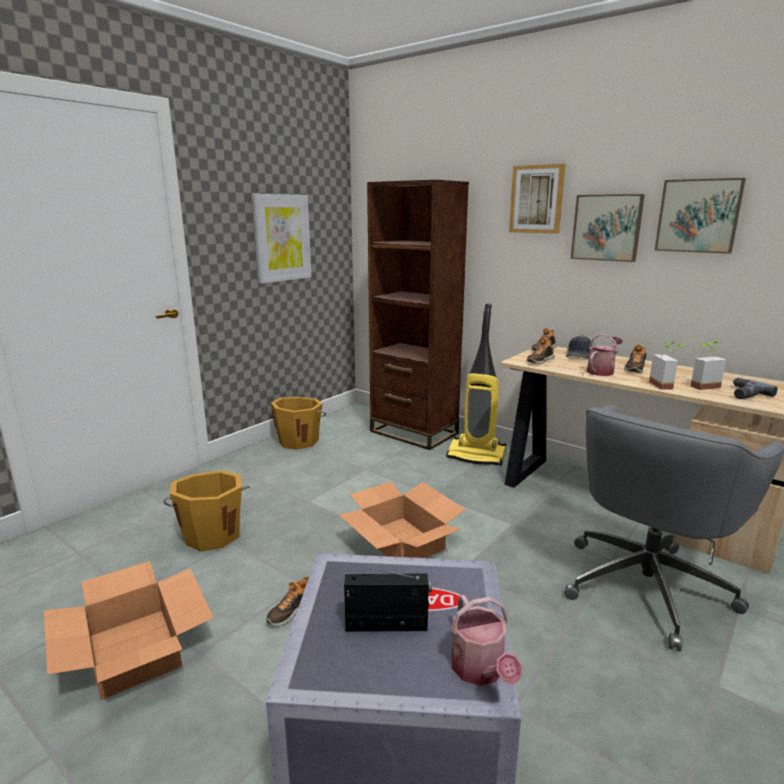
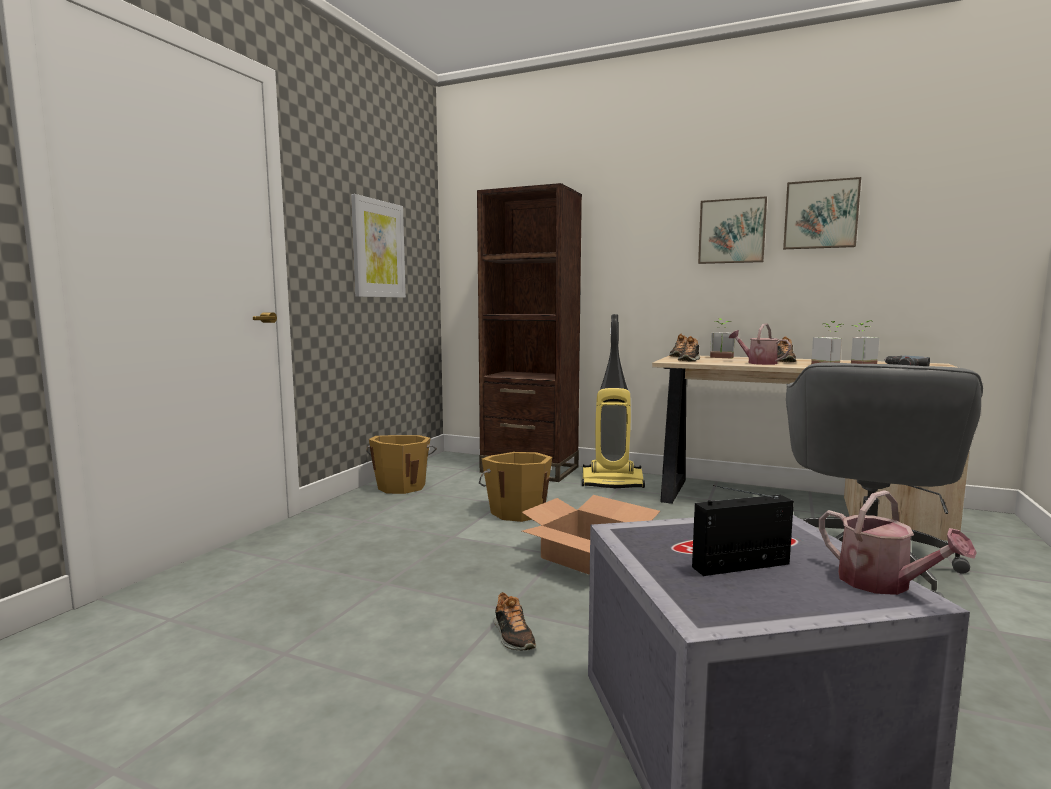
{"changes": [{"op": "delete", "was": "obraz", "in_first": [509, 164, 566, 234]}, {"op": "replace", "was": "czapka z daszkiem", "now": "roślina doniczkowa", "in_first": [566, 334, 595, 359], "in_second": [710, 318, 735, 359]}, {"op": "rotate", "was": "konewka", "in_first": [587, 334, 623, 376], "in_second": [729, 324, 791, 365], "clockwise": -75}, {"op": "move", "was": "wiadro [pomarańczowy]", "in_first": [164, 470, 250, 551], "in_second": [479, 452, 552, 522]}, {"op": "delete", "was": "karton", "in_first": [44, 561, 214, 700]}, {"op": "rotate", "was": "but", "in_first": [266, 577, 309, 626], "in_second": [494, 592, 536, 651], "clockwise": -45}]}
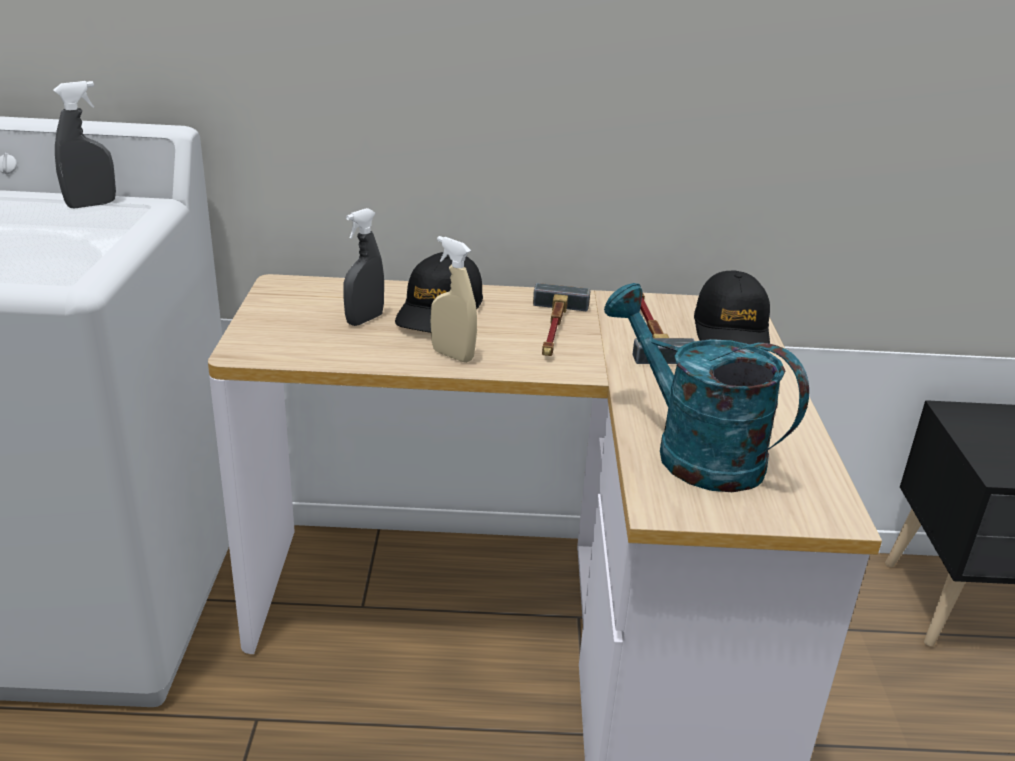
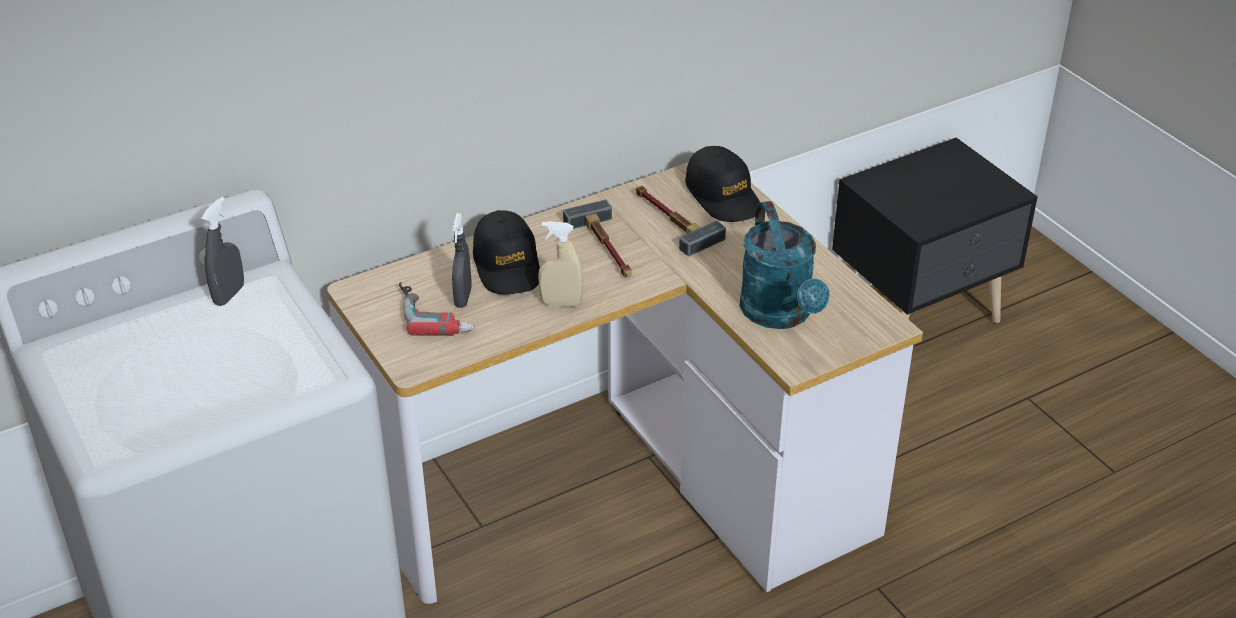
{"changes": [{"op": "rotate", "was": "konewka [turkusowy]", "in_first": [604, 283, 809, 492], "in_second": [739, 201, 830, 329], "clockwise": -120}, {"op": "insert", "now": "wiertarka", "in_second": [399, 282, 475, 336]}]}
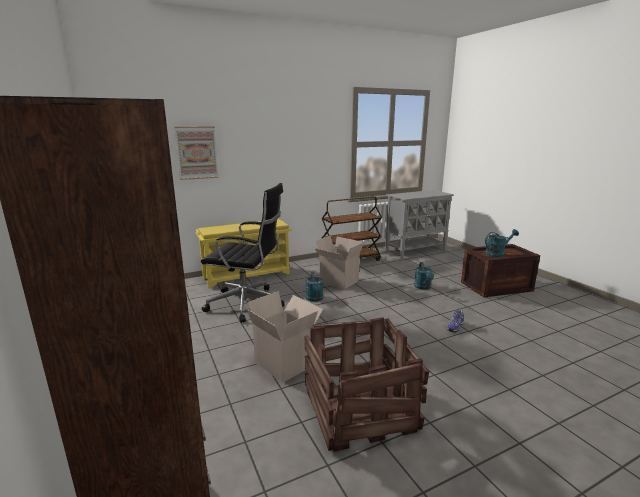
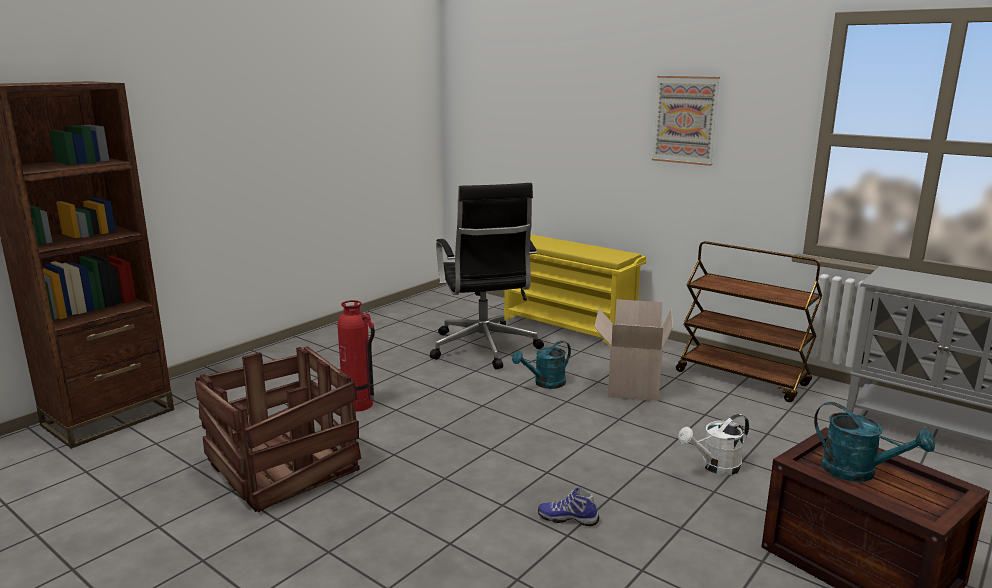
{"changes": [{"op": "move", "was": "obraz", "in_first": [174, 127, 219, 180], "in_second": [652, 76, 720, 166]}, {"op": "recolor", "was": "konewka [turkusowy]", "now": "konewka [biały]", "in_first": [414, 262, 434, 290], "in_second": [678, 414, 749, 475]}, {"op": "replace", "was": "karton", "now": "gaśnica", "in_first": [246, 291, 323, 383], "in_second": [337, 300, 375, 412]}]}
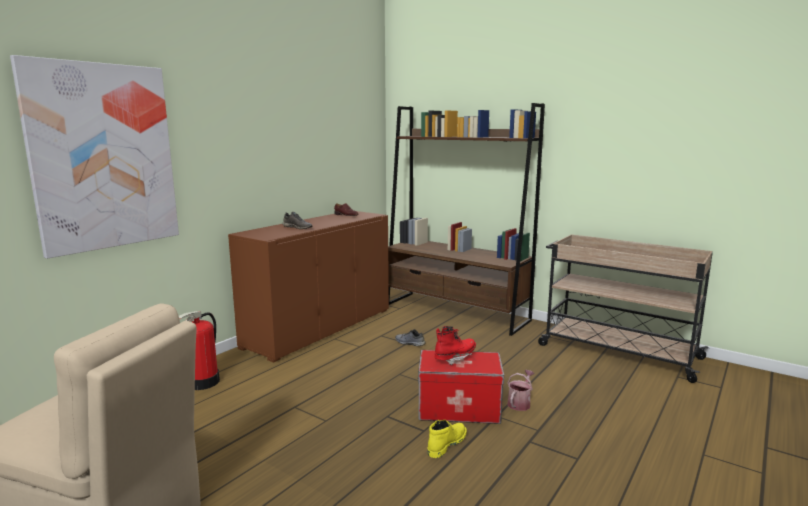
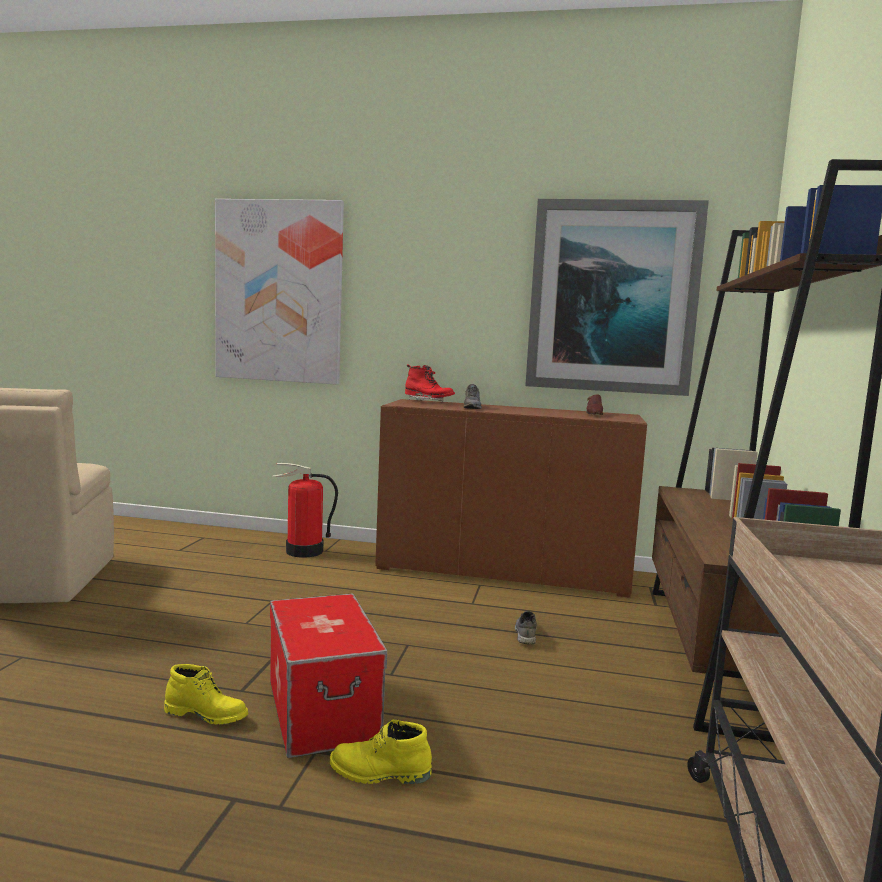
{"changes": [{"op": "move", "was": "but z cholewką [czerwony]", "in_first": [434, 326, 476, 365], "in_second": [405, 364, 455, 401]}, {"op": "replace", "was": "konewka", "now": "but z cholewką [żółty]", "in_first": [507, 370, 535, 411], "in_second": [330, 720, 432, 784]}, {"op": "insert", "now": "obraz", "in_second": [525, 199, 709, 396]}]}
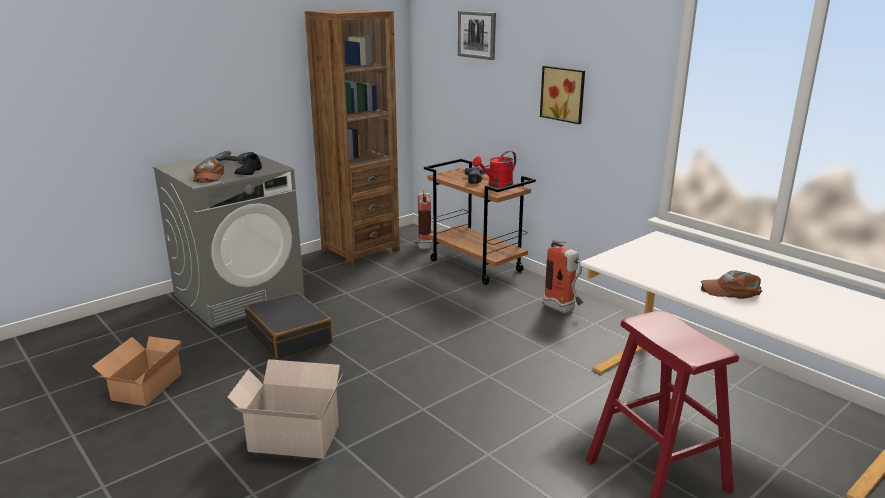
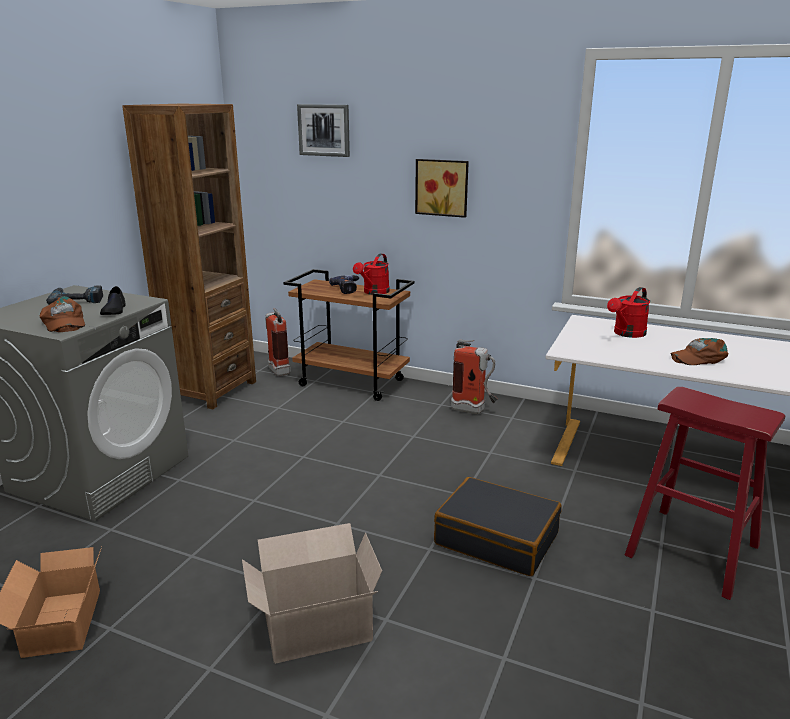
{"changes": [{"op": "move", "was": "walizka [czarny]", "in_first": [245, 292, 332, 360], "in_second": [434, 477, 562, 576]}, {"op": "insert", "now": "konewka [czerwony]", "in_second": [607, 287, 650, 338]}]}
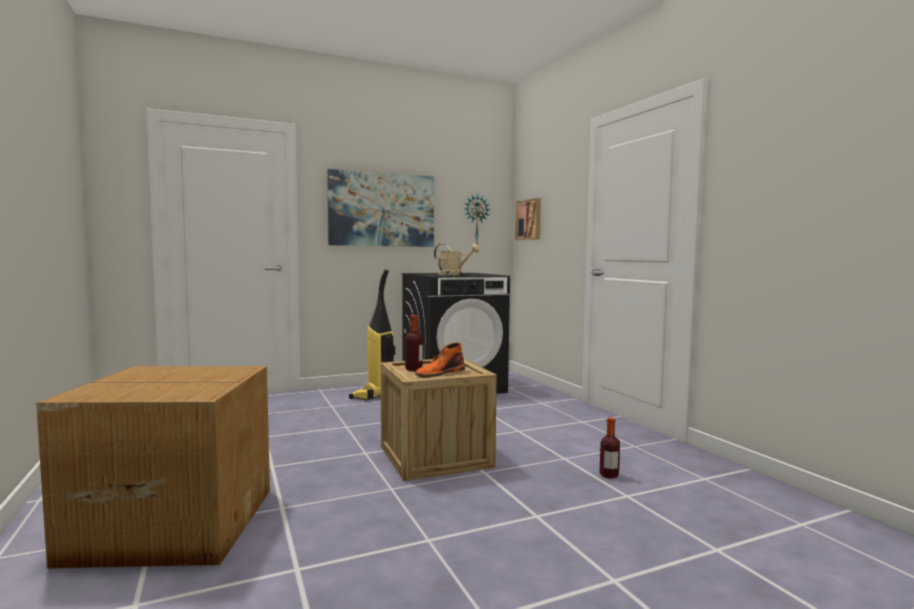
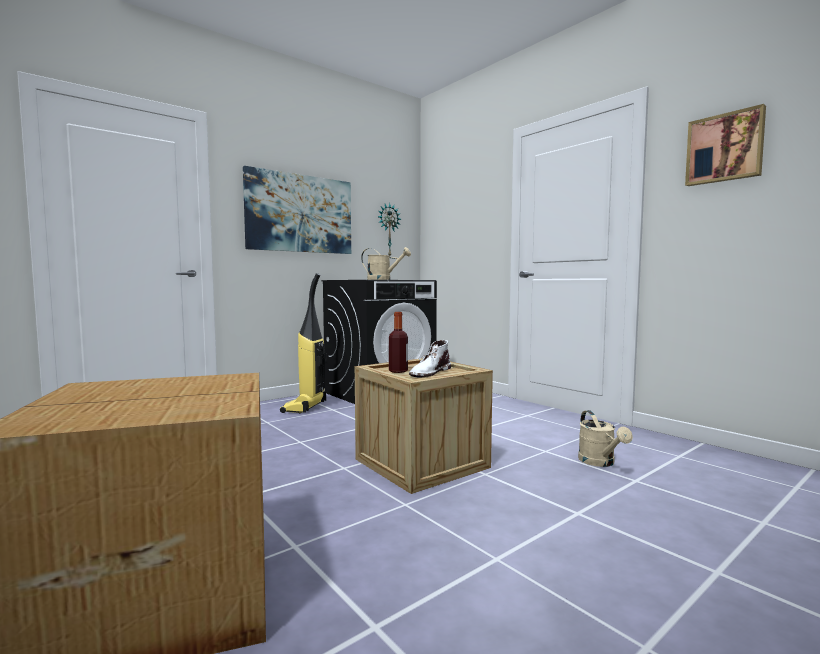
{"changes": [{"op": "move", "was": "obraz", "in_first": [515, 198, 541, 240], "in_second": [685, 104, 766, 186]}, {"op": "recolor", "was": "but z cholewką [pomarańczowy]", "now": "but z cholewką [biały]", "in_first": [415, 343, 465, 377], "in_second": [409, 340, 451, 378]}, {"op": "replace", "was": "butelka", "now": "konewka [beżowy]", "in_first": [599, 417, 620, 479], "in_second": [578, 410, 633, 467]}]}
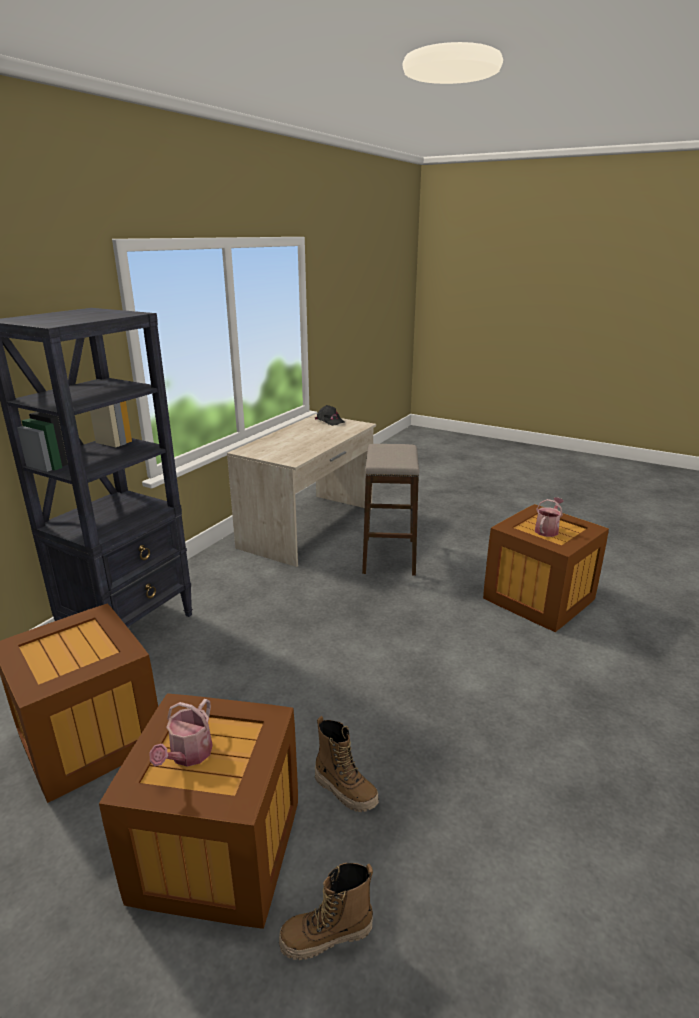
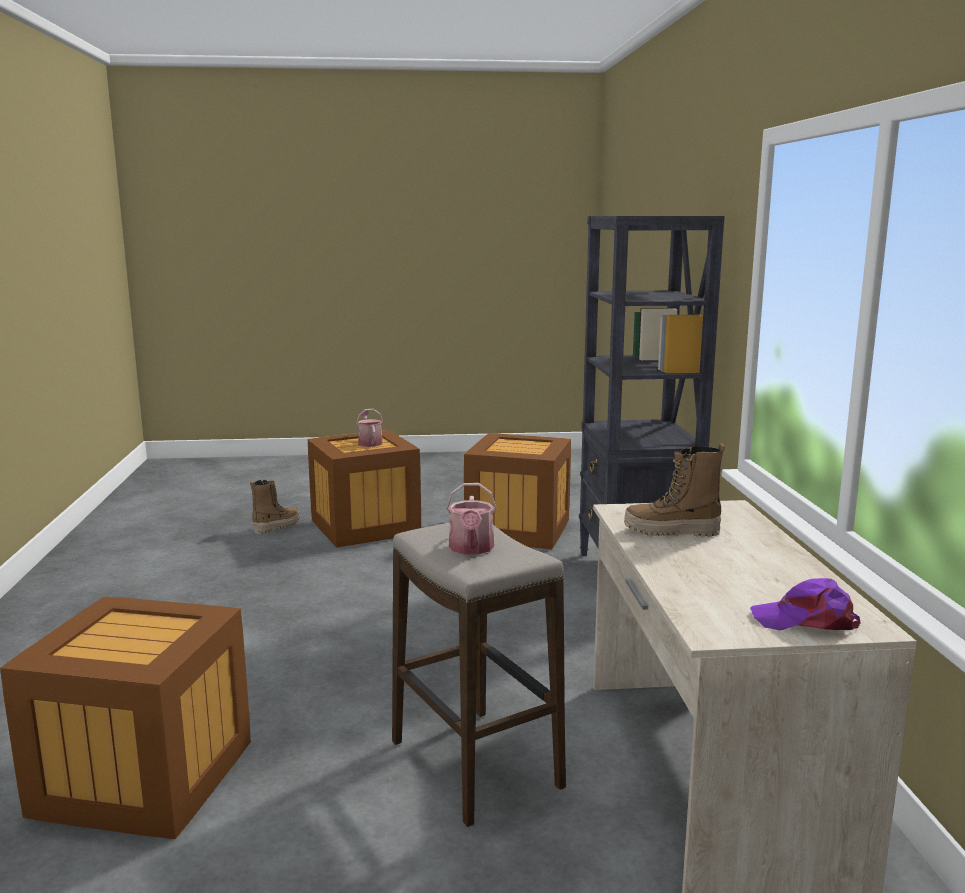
{"changes": [{"op": "recolor", "was": "czapka z daszkiem [czarny]", "now": "czapka z daszkiem [fioletowy]", "in_first": [315, 405, 345, 426], "in_second": [750, 578, 860, 631]}, {"op": "move", "was": "konewka", "in_first": [535, 497, 564, 537], "in_second": [446, 483, 497, 555]}, {"op": "move", "was": "but z cholewką", "in_first": [315, 716, 379, 812], "in_second": [624, 443, 725, 537]}]}
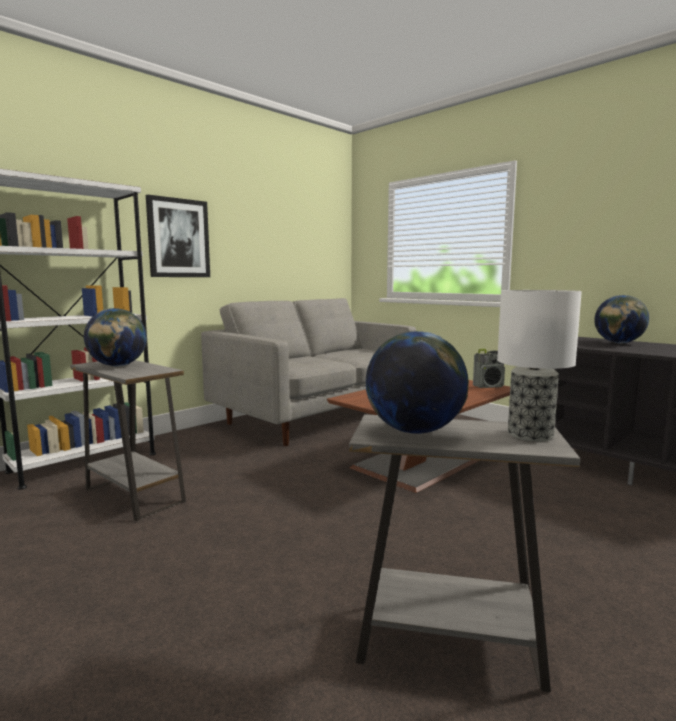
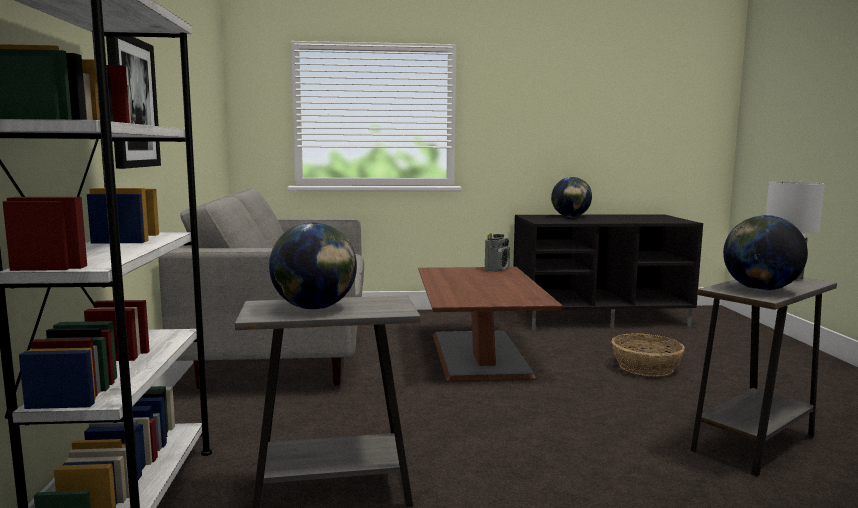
{"changes": [{"op": "insert", "now": "koszyk", "in_second": [612, 333, 685, 377]}]}
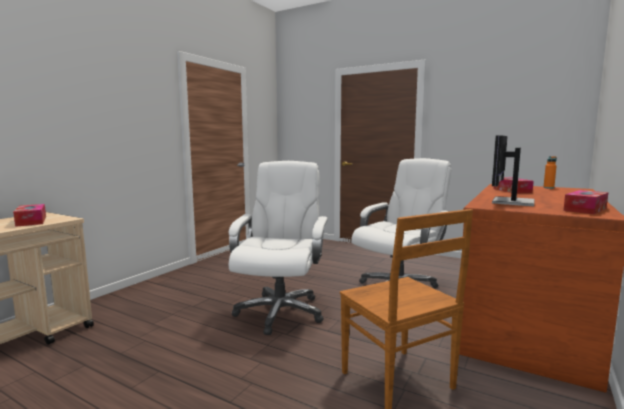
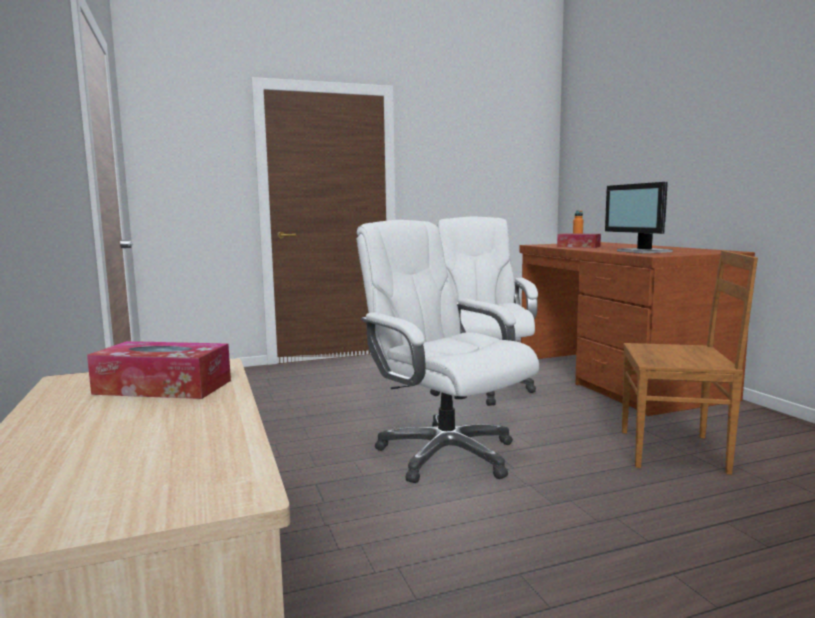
{"changes": [{"op": "delete", "was": "pudełko chusteczek", "in_first": [563, 190, 608, 214]}]}
